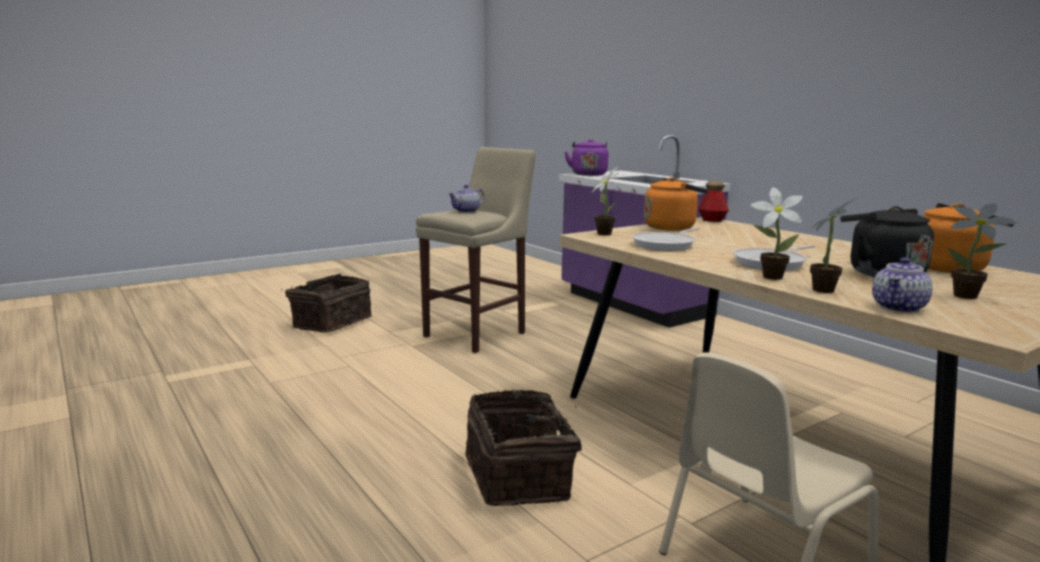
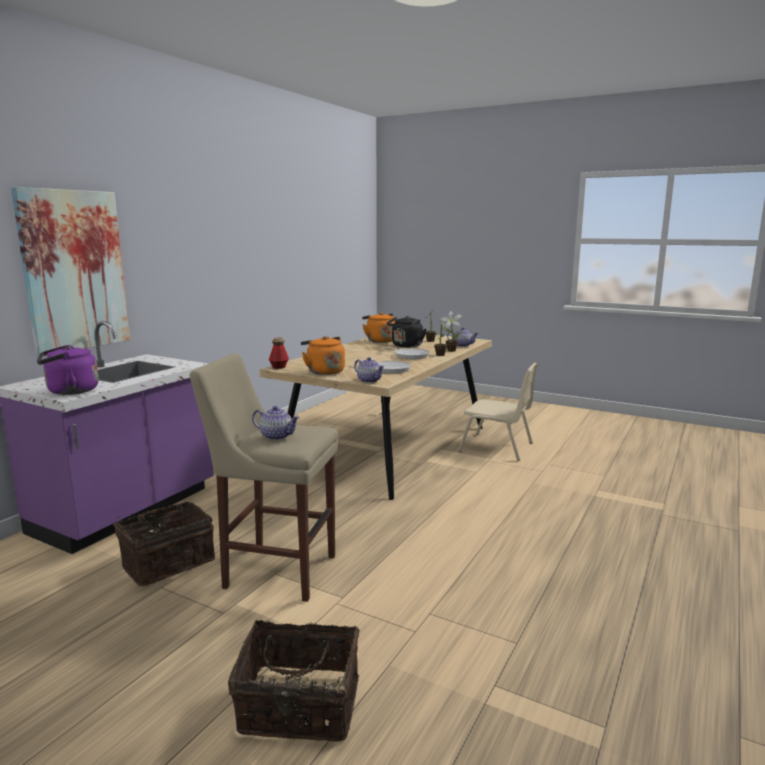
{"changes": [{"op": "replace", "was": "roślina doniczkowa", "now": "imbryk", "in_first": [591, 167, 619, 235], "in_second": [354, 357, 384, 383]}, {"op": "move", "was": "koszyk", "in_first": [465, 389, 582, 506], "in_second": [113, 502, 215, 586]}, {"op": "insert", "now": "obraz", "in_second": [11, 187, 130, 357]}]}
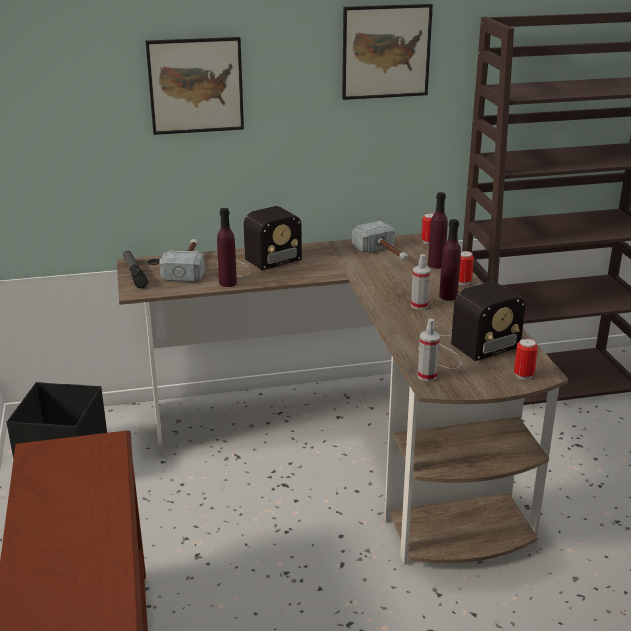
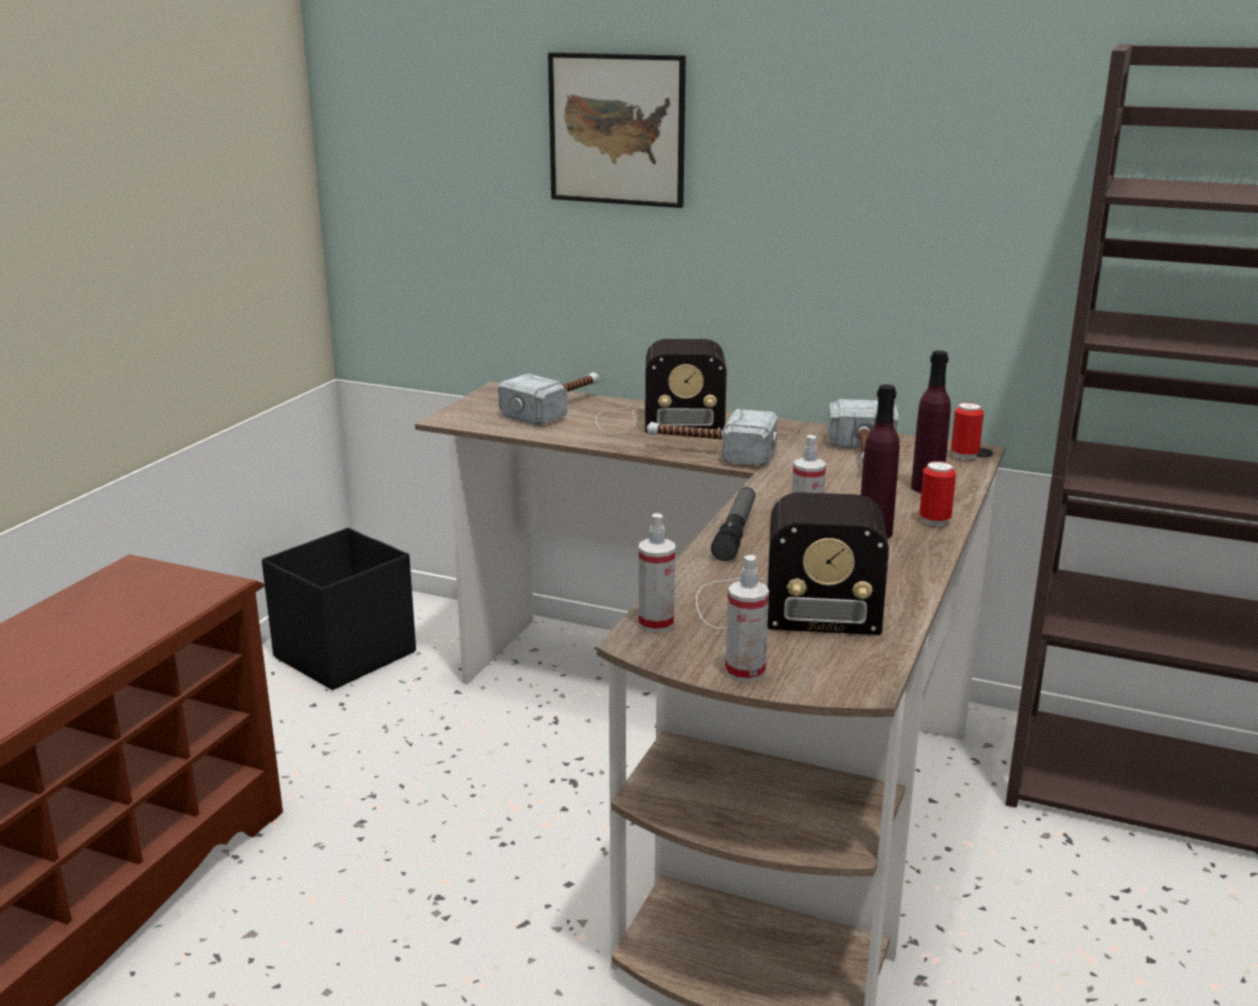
{"changes": [{"op": "delete", "was": "obraz", "in_first": [342, 4, 433, 100]}, {"op": "delete", "was": "butelka [fioletowy]", "in_first": [217, 208, 237, 287]}, {"op": "move", "was": "latarka", "in_first": [123, 251, 148, 288], "in_second": [711, 487, 755, 561]}, {"op": "delete", "was": "puszka", "in_first": [514, 338, 538, 380]}, {"op": "insert", "now": "młotek", "in_second": [647, 409, 778, 466]}, {"op": "insert", "now": "spryskiwacz", "in_second": [725, 555, 769, 682]}]}
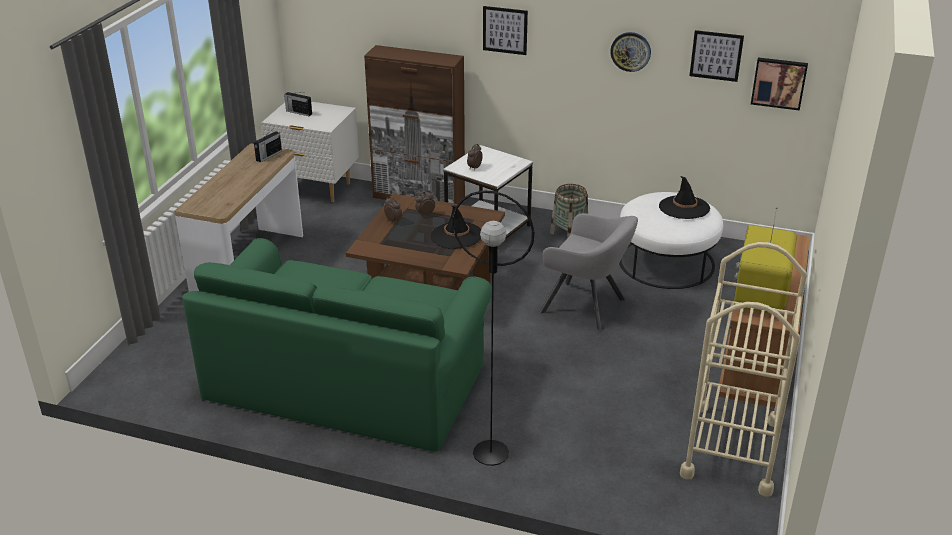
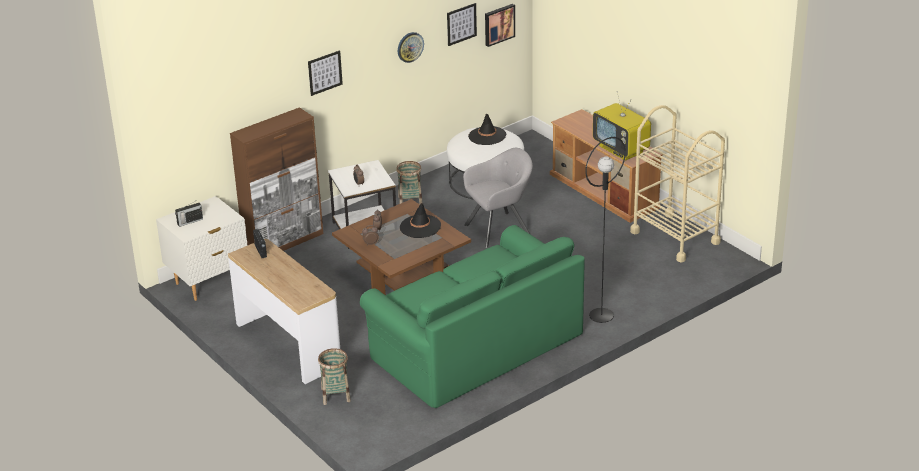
{"changes": [{"op": "insert", "now": "koszyk", "in_second": [318, 348, 351, 405]}]}
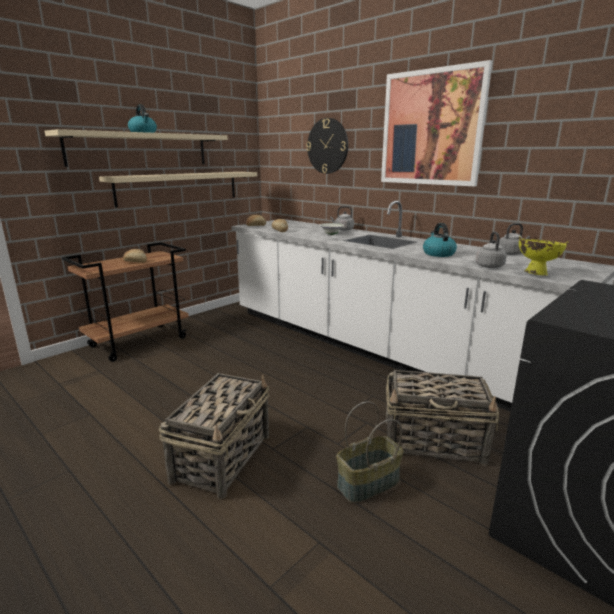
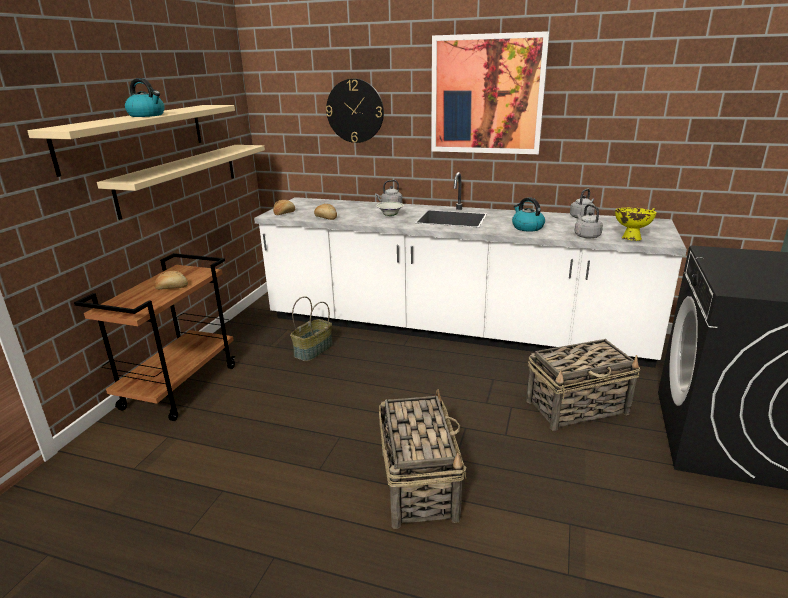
{"changes": [{"op": "move", "was": "koszyk", "in_first": [336, 401, 403, 503], "in_second": [290, 296, 333, 361]}]}
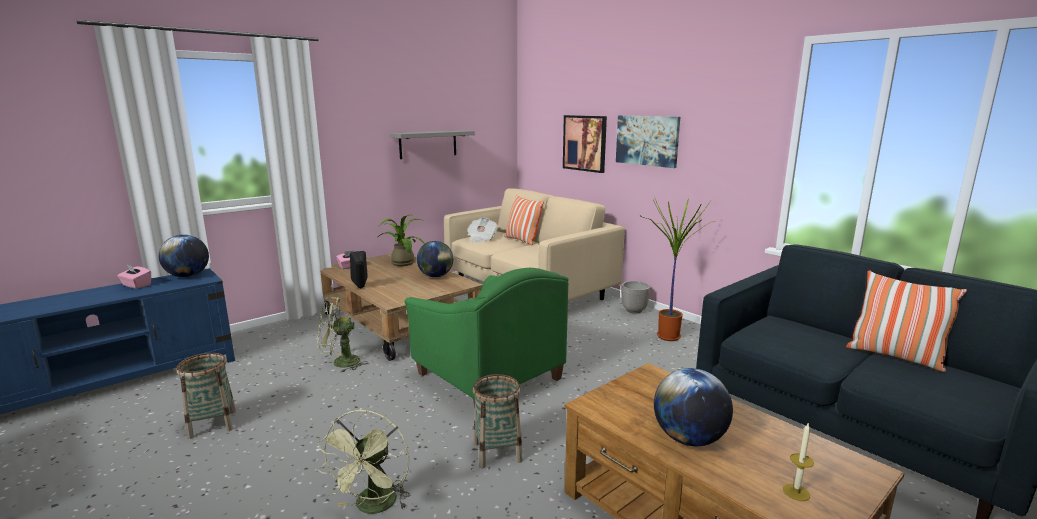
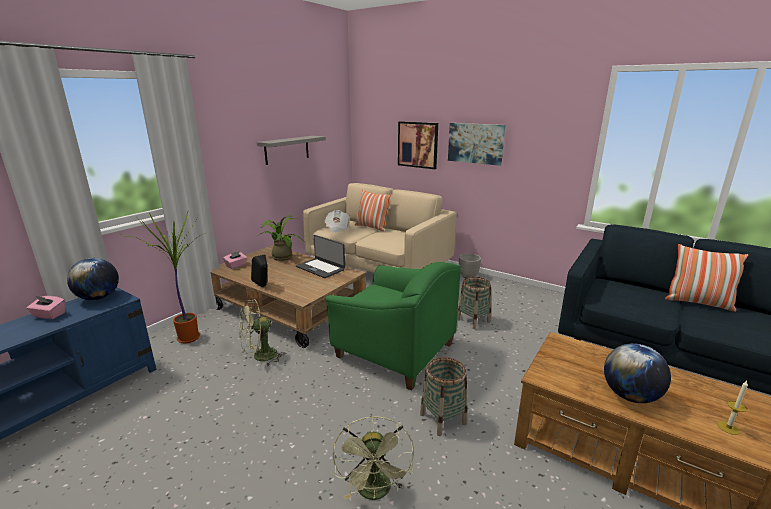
{"changes": [{"op": "move", "was": "roślina doniczkowa", "in_first": [640, 198, 715, 341], "in_second": [122, 212, 204, 343]}, {"op": "replace", "was": "globus", "now": "laptop", "in_first": [417, 241, 453, 277], "in_second": [296, 235, 345, 278]}, {"op": "move", "was": "koszyk", "in_first": [176, 353, 236, 439], "in_second": [457, 277, 491, 329]}]}
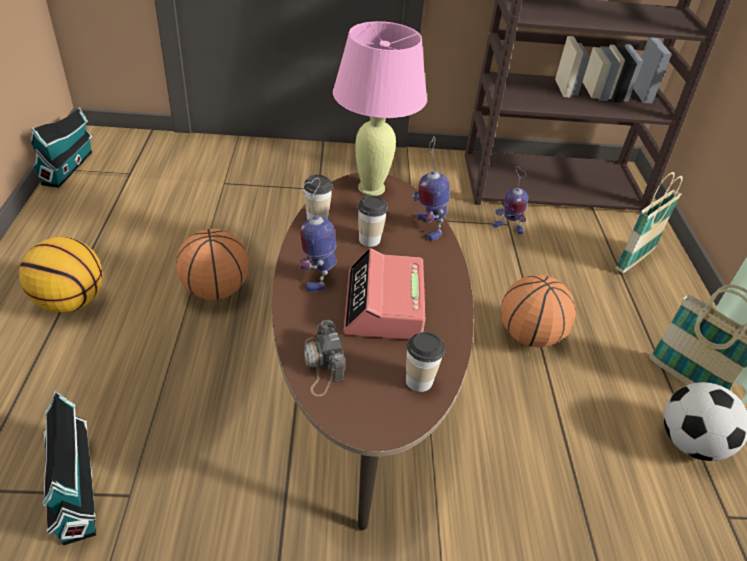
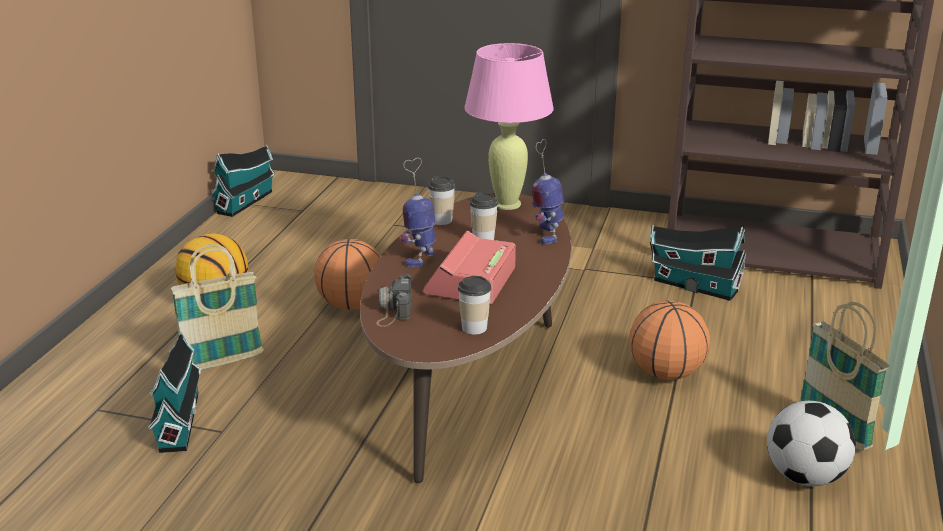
{"changes": [{"op": "replace", "was": "robot zabawkowy", "now": "domek", "in_first": [492, 166, 528, 235], "in_second": [650, 225, 746, 301]}, {"op": "move", "was": "koszyk", "in_first": [615, 172, 683, 273], "in_second": [170, 244, 263, 370]}]}
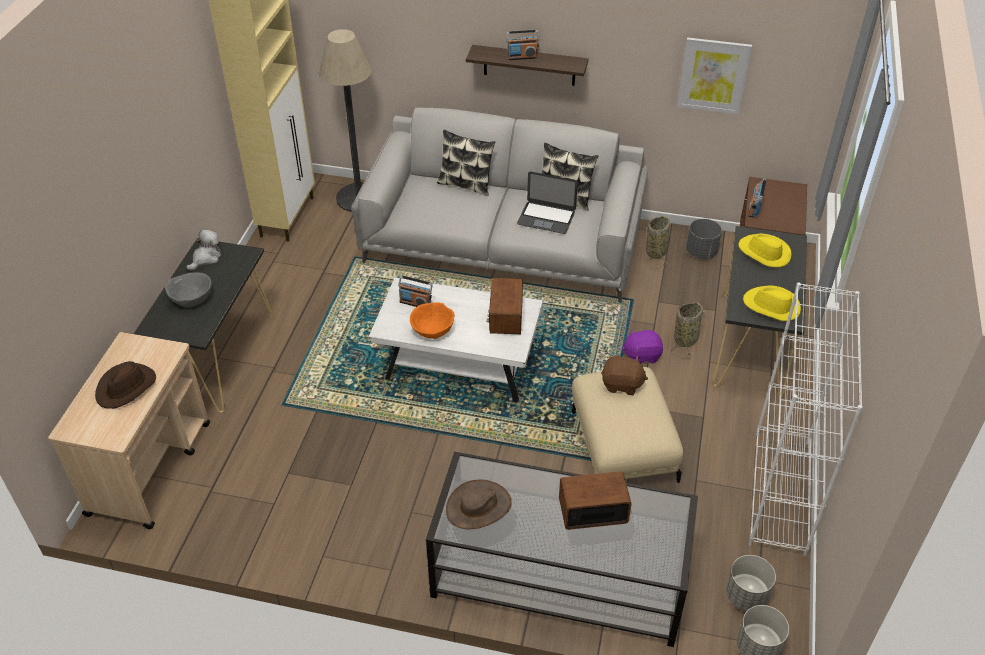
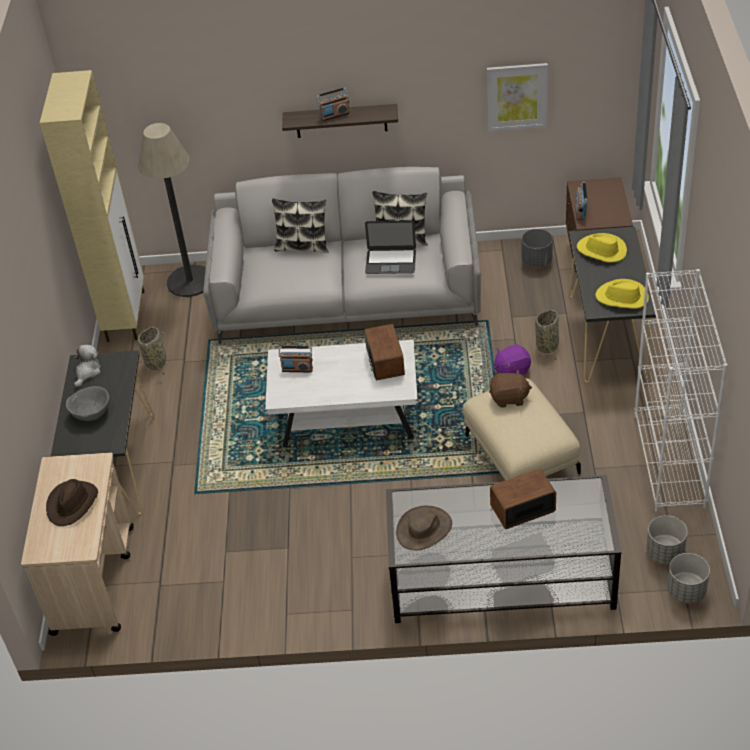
{"changes": [{"op": "move", "was": "koszyk", "in_first": [646, 216, 670, 267], "in_second": [138, 326, 166, 380]}, {"op": "delete", "was": "miska [pomarańczowy]", "in_first": [410, 302, 455, 339]}]}
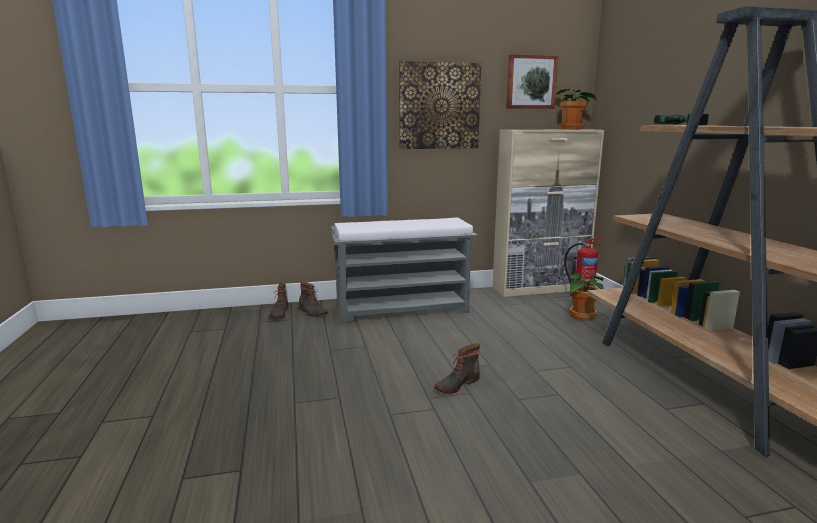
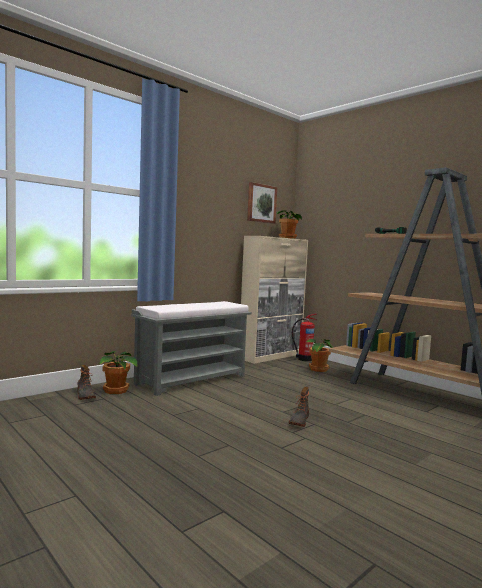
{"changes": [{"op": "delete", "was": "obraz", "in_first": [399, 61, 481, 149]}, {"op": "replace", "was": "but z cholewką", "now": "roślina doniczkowa", "in_first": [299, 282, 328, 317], "in_second": [100, 351, 137, 394]}]}
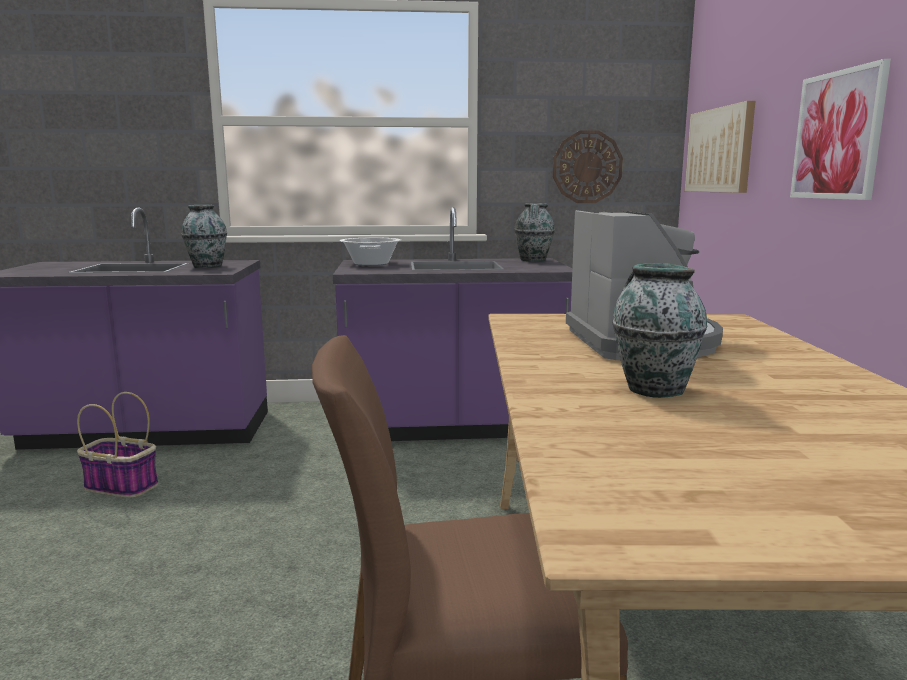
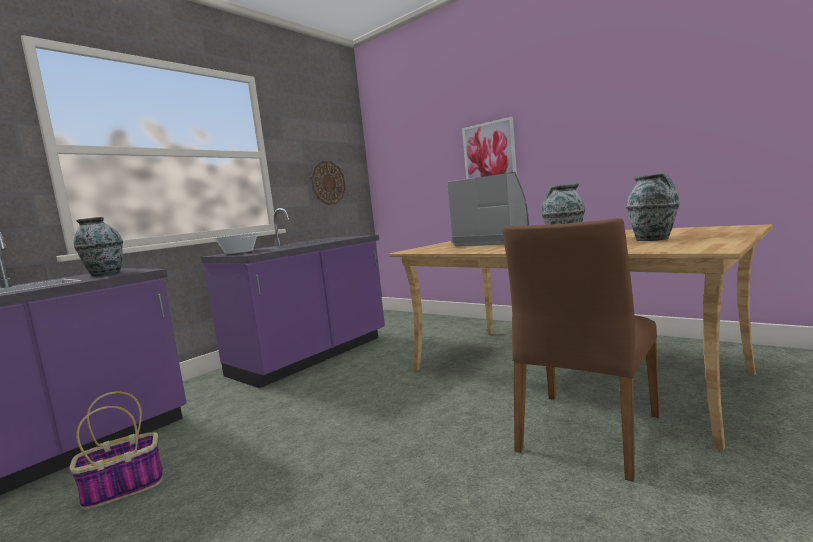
{"changes": [{"op": "delete", "was": "obraz", "in_first": [685, 101, 755, 193]}, {"op": "move", "was": "wazon", "in_first": [514, 203, 555, 262], "in_second": [626, 173, 680, 241]}]}
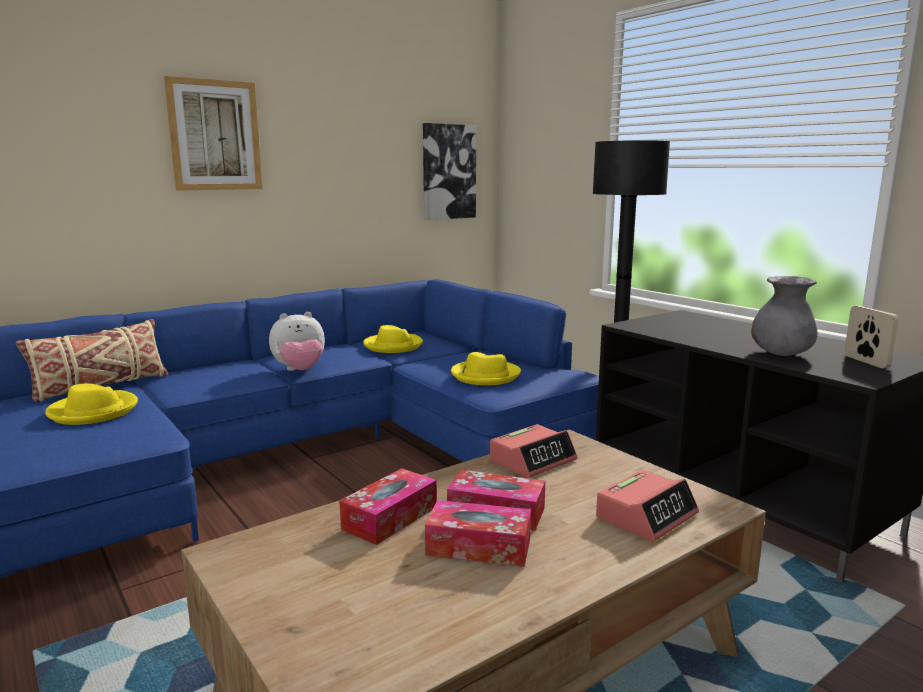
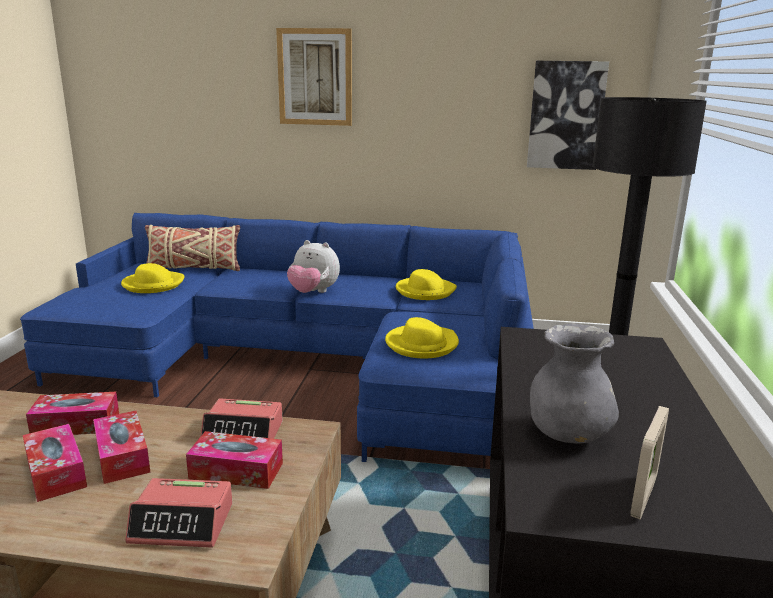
{"changes": [{"op": "insert", "now": "pudełko chusteczek", "in_second": [186, 431, 283, 489]}]}
